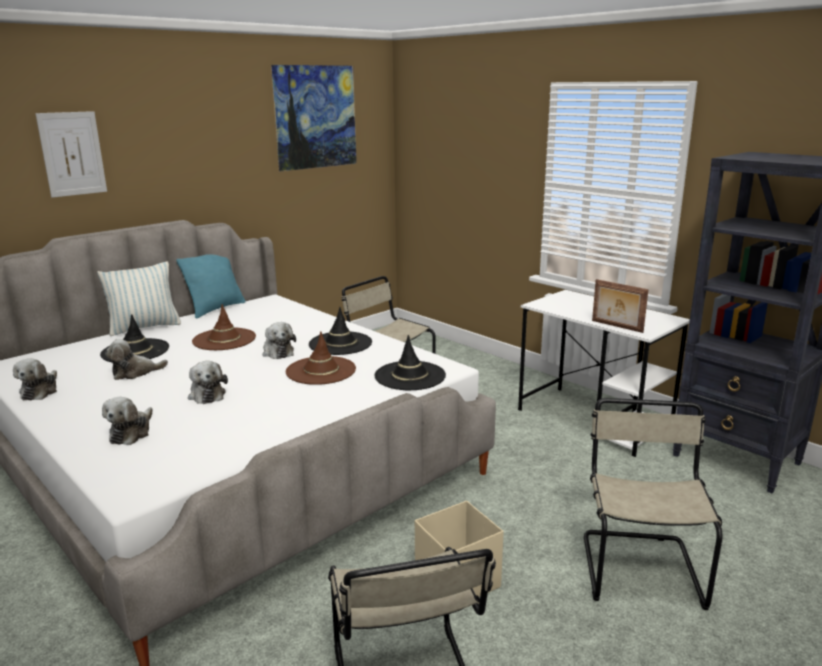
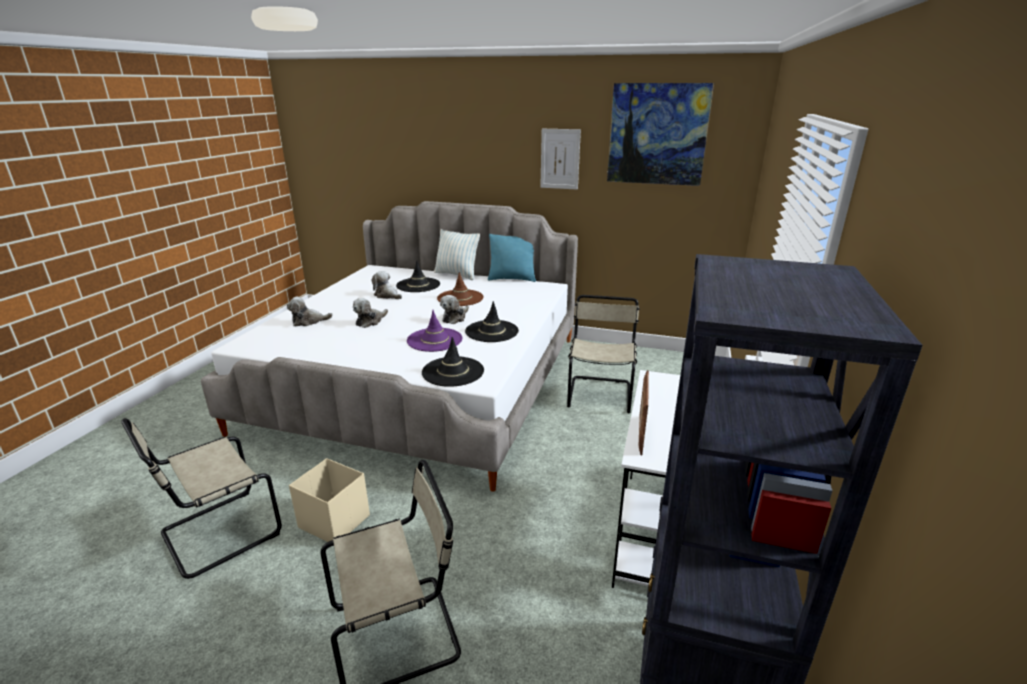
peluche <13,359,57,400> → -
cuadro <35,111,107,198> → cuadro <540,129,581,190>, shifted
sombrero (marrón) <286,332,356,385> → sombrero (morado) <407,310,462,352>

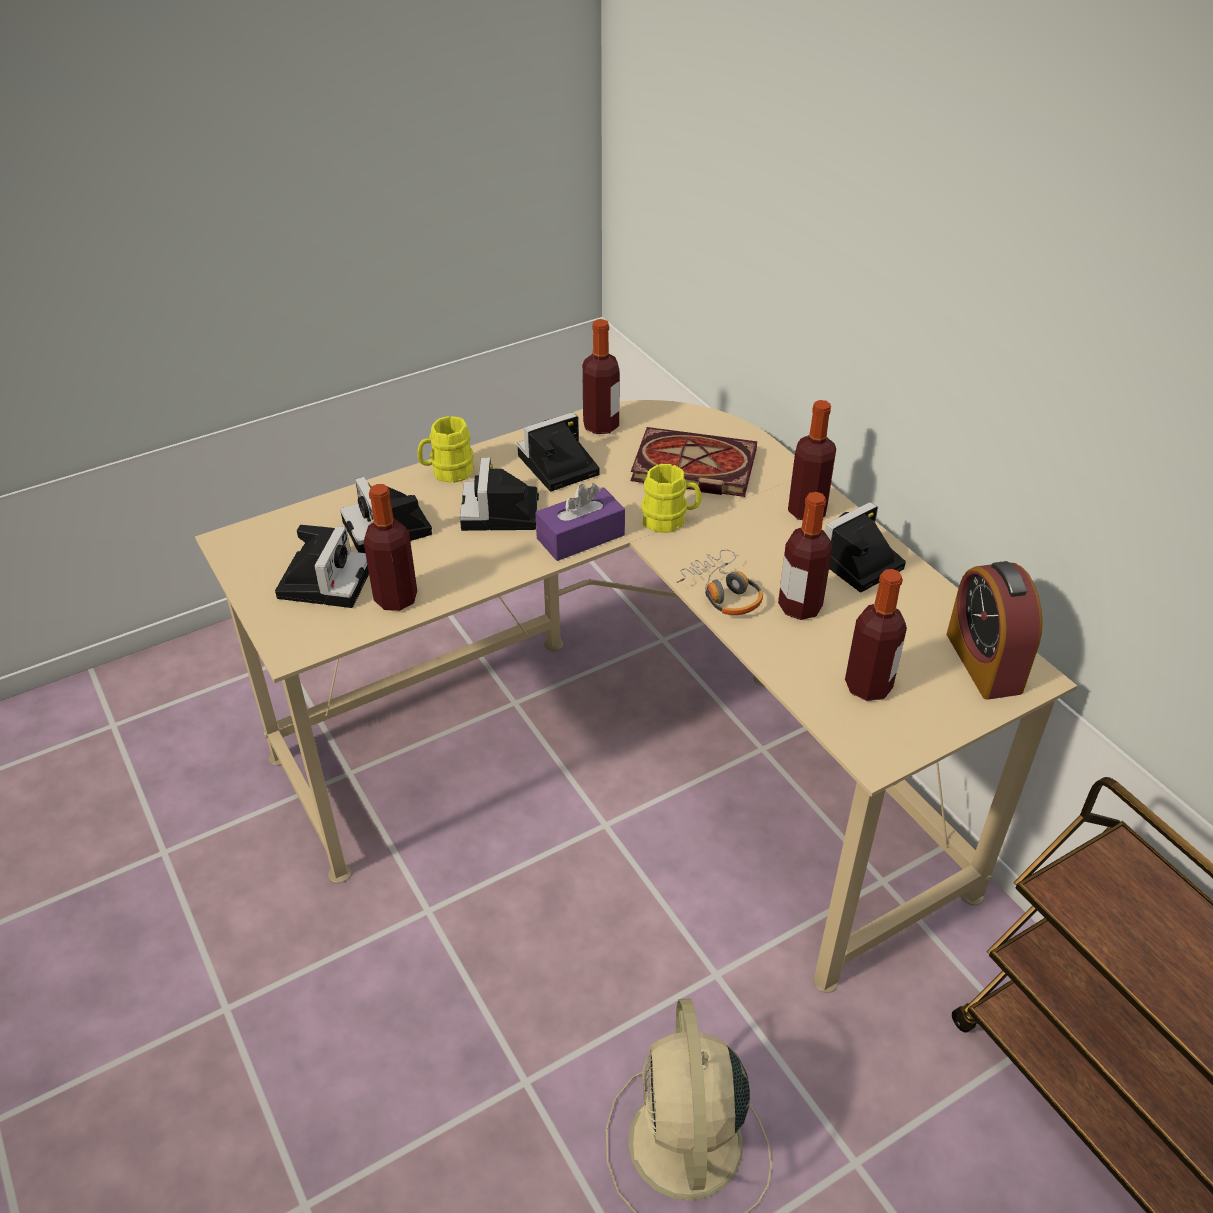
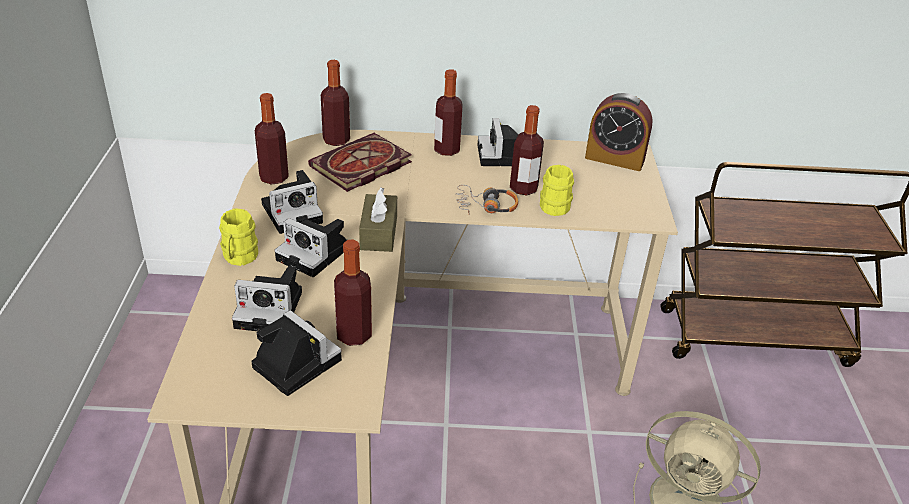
cámara <517,412,599,491> → cámara <261,170,323,234>, 120 degrees counterclockwise
caja de pañuelos (morado) <535,483,625,561> → caja de pañuelos (marrón) <359,188,397,252>
taza grande (amarillo) <641,464,701,533> → taza grande (amarillo) <540,165,574,216>, shifted
botella <845,569,907,701> → botella <321,60,350,146>, shifted

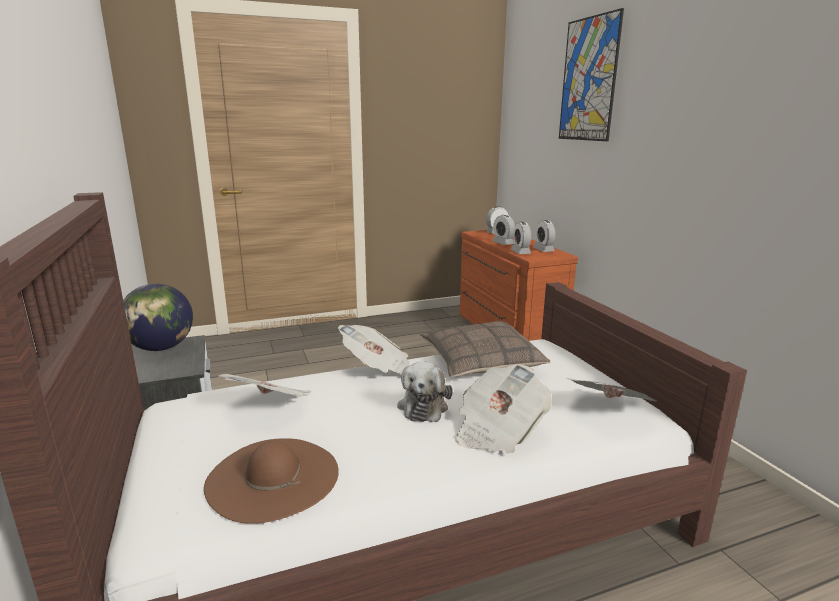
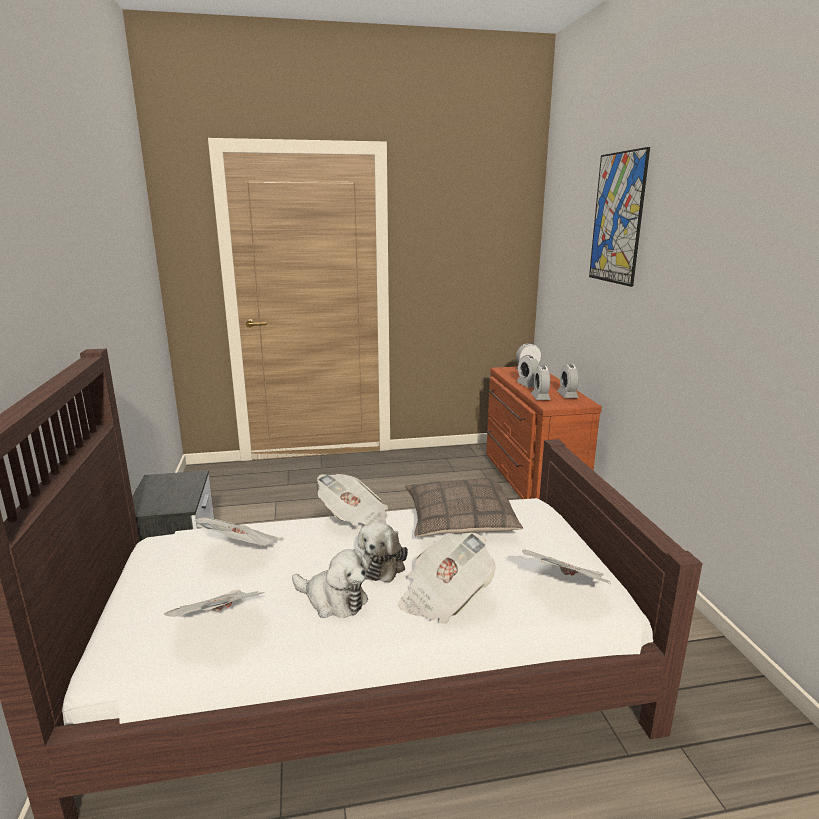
globo terráqueo <123,284,193,351> → -
sombrero (marrón) <204,438,339,524> → periódico <164,590,266,617>
- → peluche <292,549,369,618>

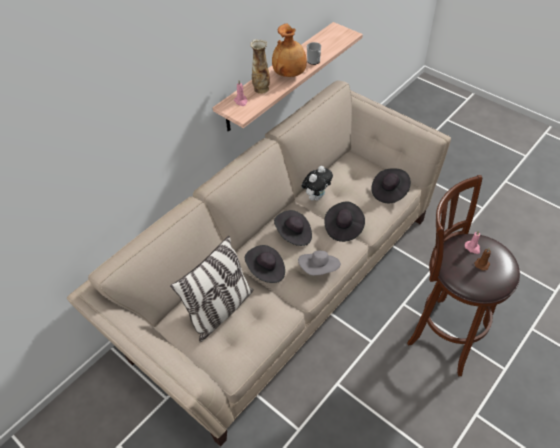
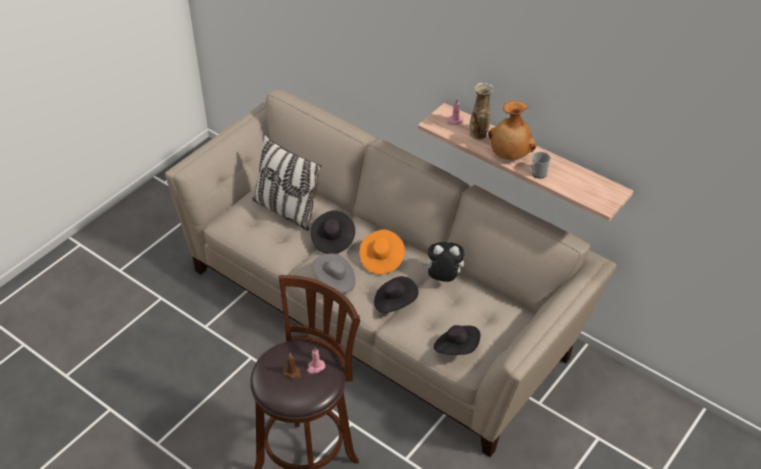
sombrero (negro) <274,210,312,246> → sombrero (naranja) <359,230,405,274>
peluche <302,166,333,201> → peluche <422,242,464,282>, 150 degrees clockwise

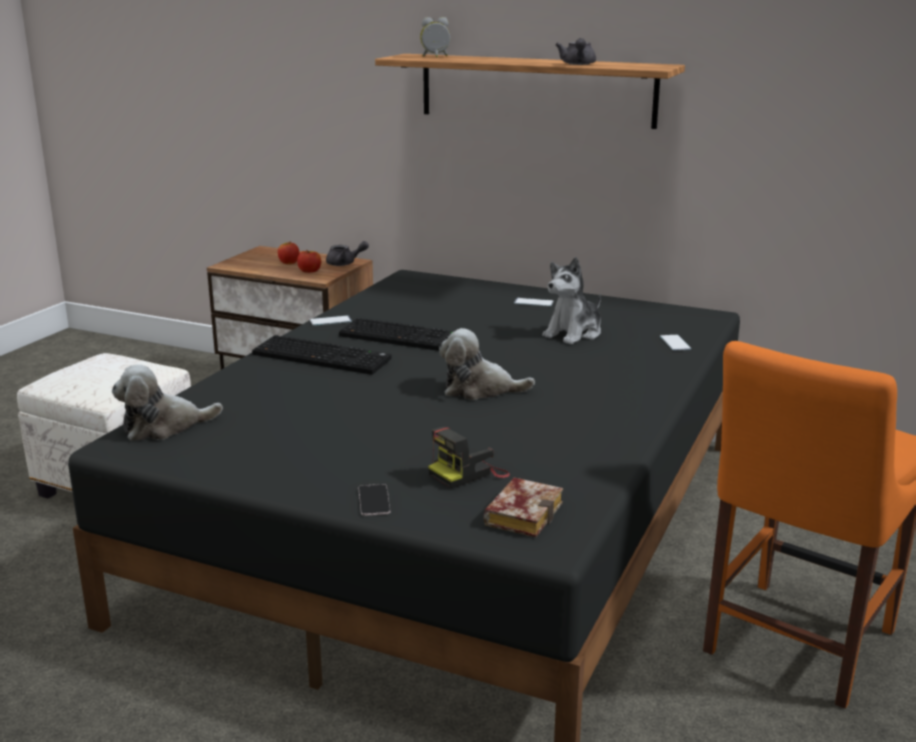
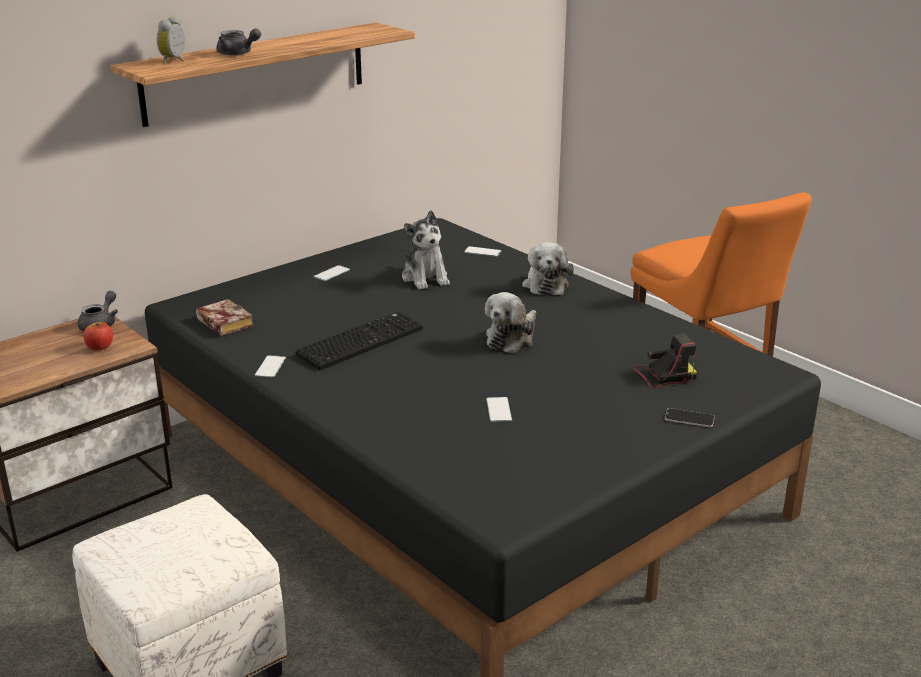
peluche <112,365,223,441> → peluche <522,242,574,296>, shifted
teclado <252,335,392,375> → -
manzana <278,241,300,264> → -
cámara <428,427,510,488> → cámara <633,333,697,388>, 90 degrees counterclockwise
libro <484,478,563,537> → libro <196,299,254,336>, shifted
tetera (gris) <555,38,596,65> → tetera (gris) <216,29,261,56>, shifted
- → móvil <486,397,512,422>

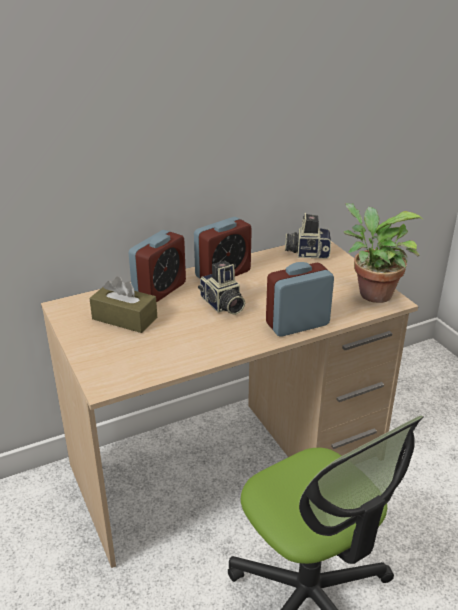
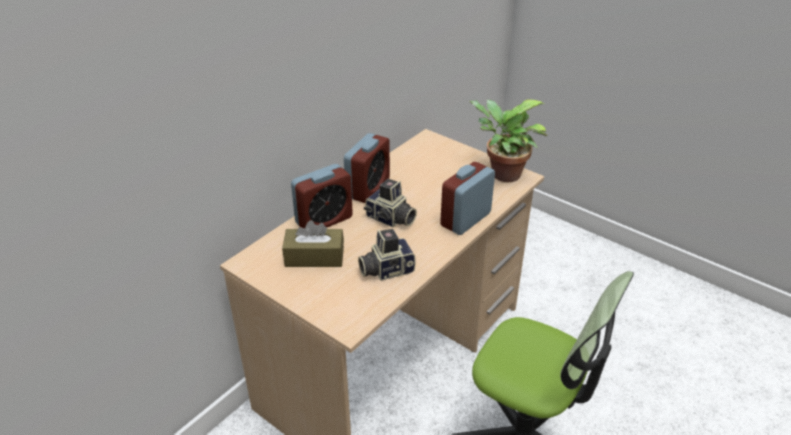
despertador <129,230,186,303> → despertador <291,164,353,228>, 45 degrees clockwise
cámara <285,213,331,259> → cámara <358,229,416,281>, shifted

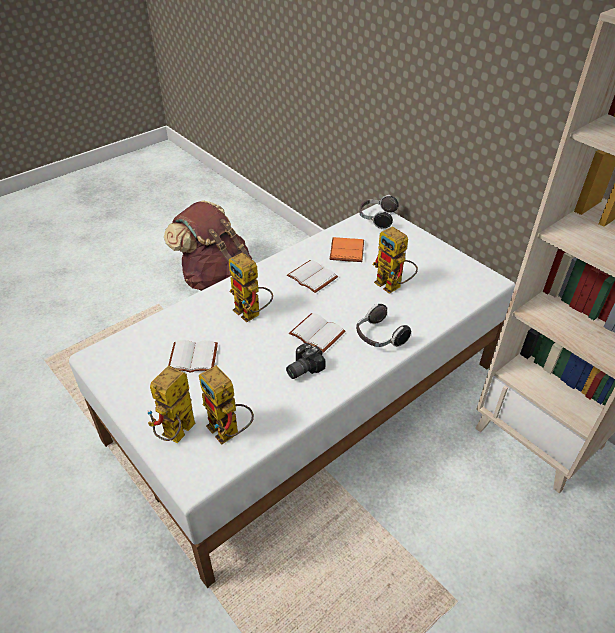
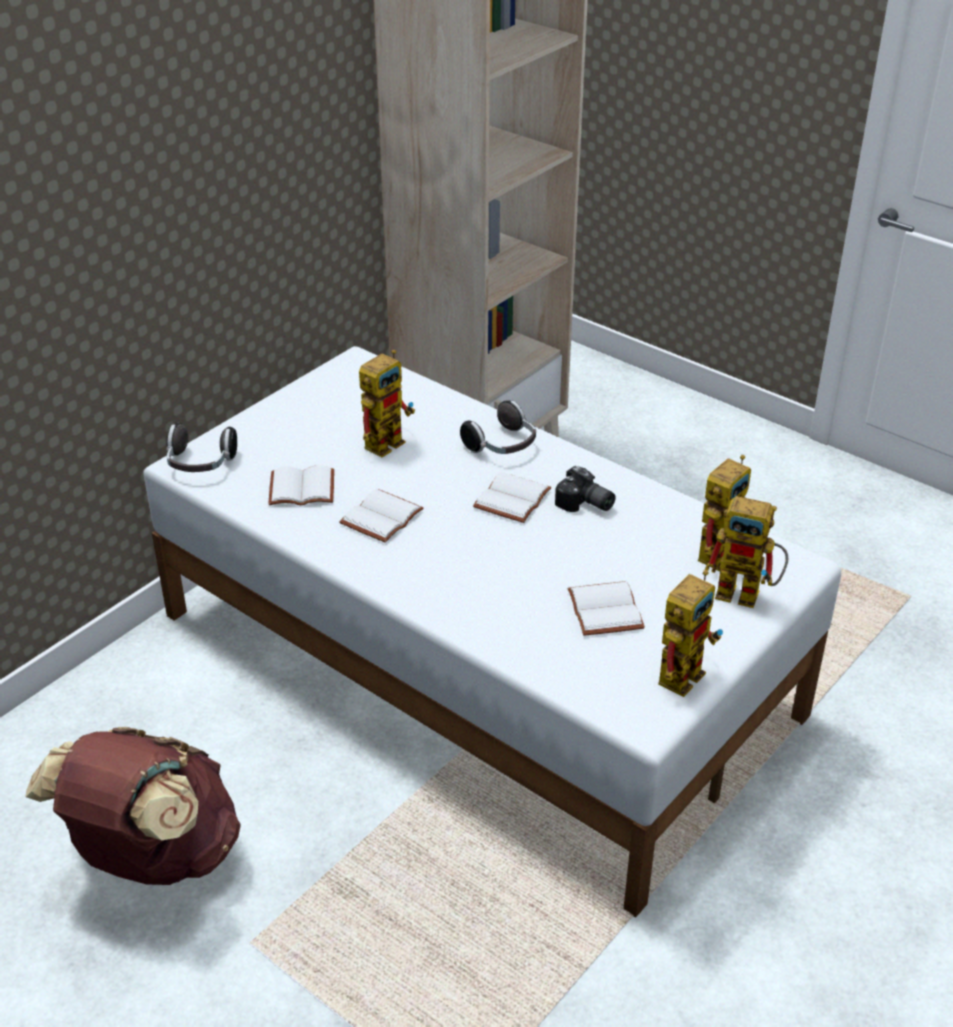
robot de juguete <229,252,273,322> → robot de juguete <658,570,723,697>, shifted
libro (naranja) <330,237,364,262> → libro (blanco) <269,465,334,505>

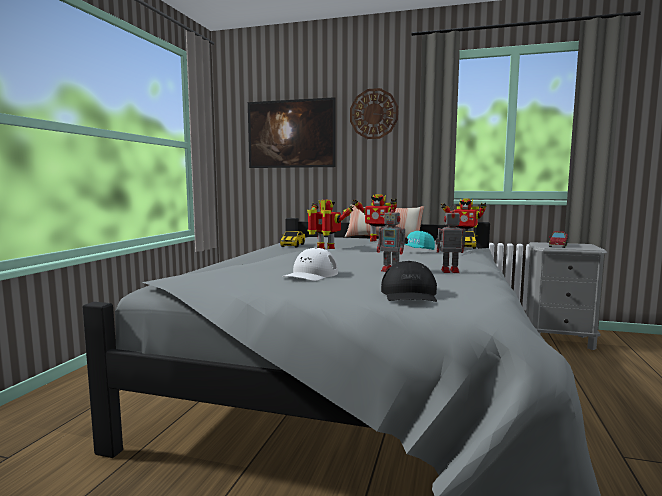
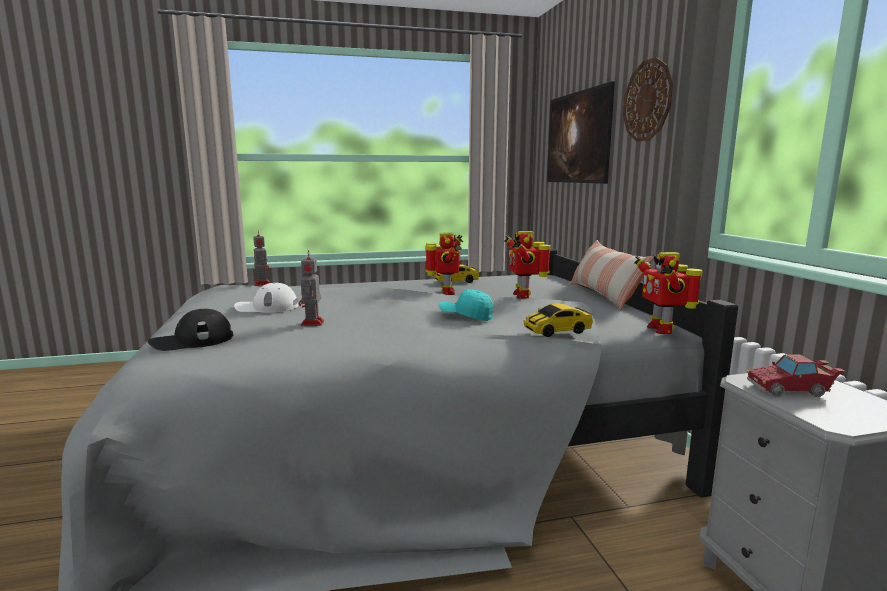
robot de juguete <436,205,466,273> → robot de juguete <253,231,270,285>, shifted

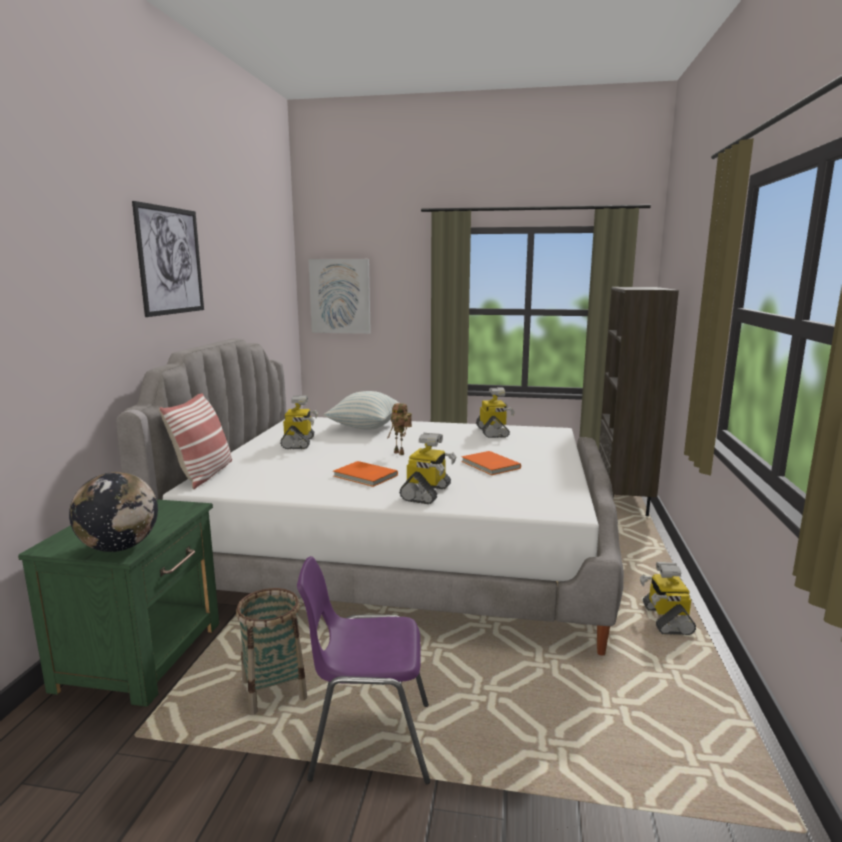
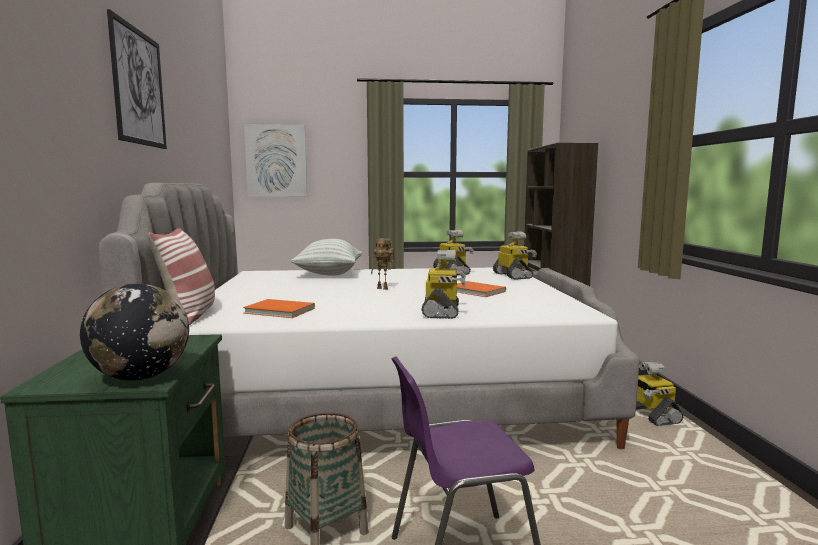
robot de juguete <280,395,318,449> → robot de juguete <493,231,537,279>, shifted
libro (naranja) <333,461,398,487> → libro (naranja) <243,299,315,318>, shifted

